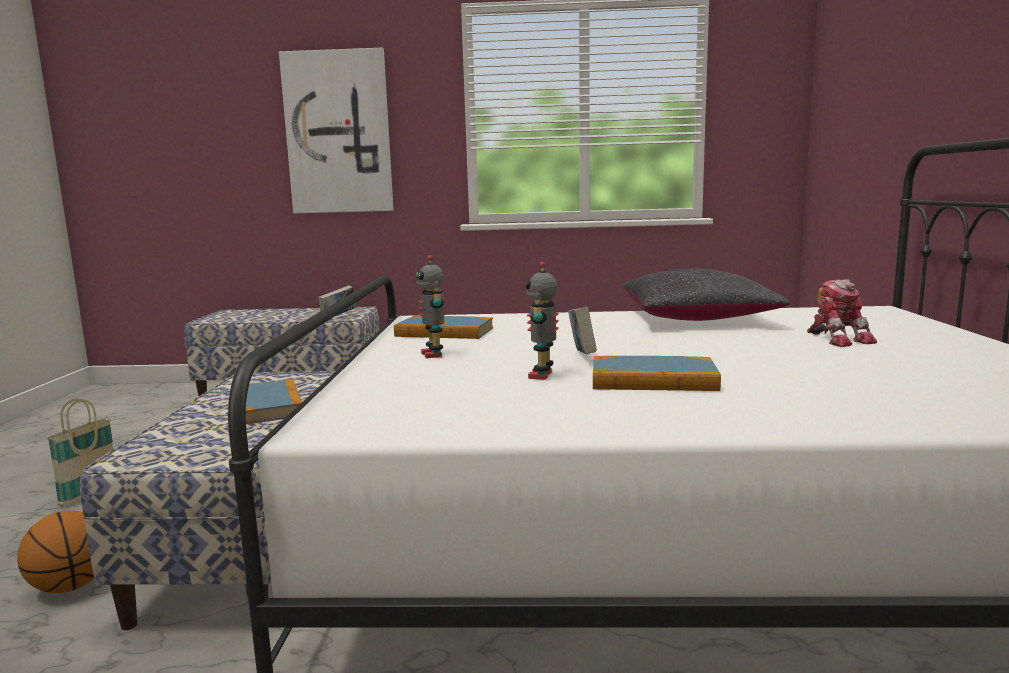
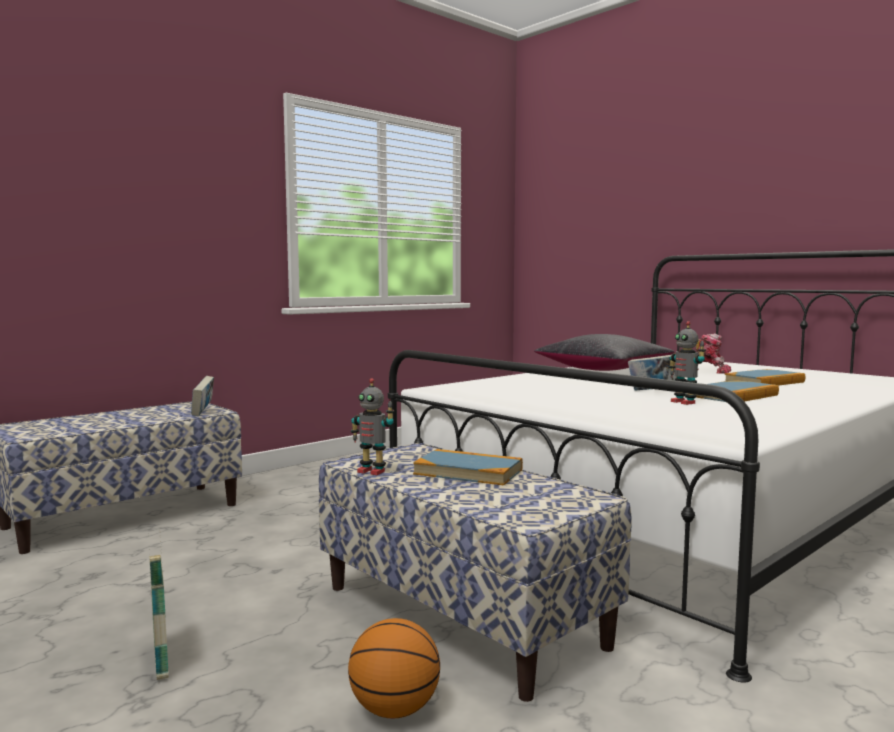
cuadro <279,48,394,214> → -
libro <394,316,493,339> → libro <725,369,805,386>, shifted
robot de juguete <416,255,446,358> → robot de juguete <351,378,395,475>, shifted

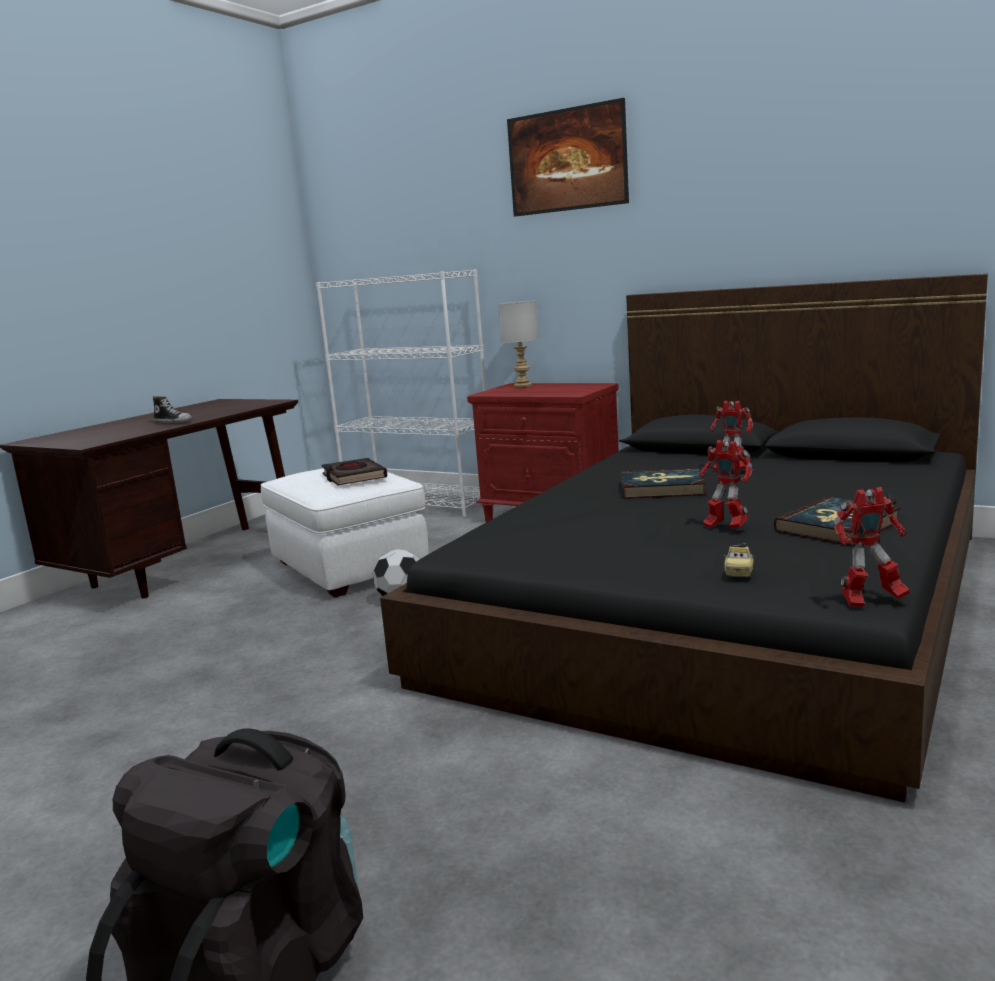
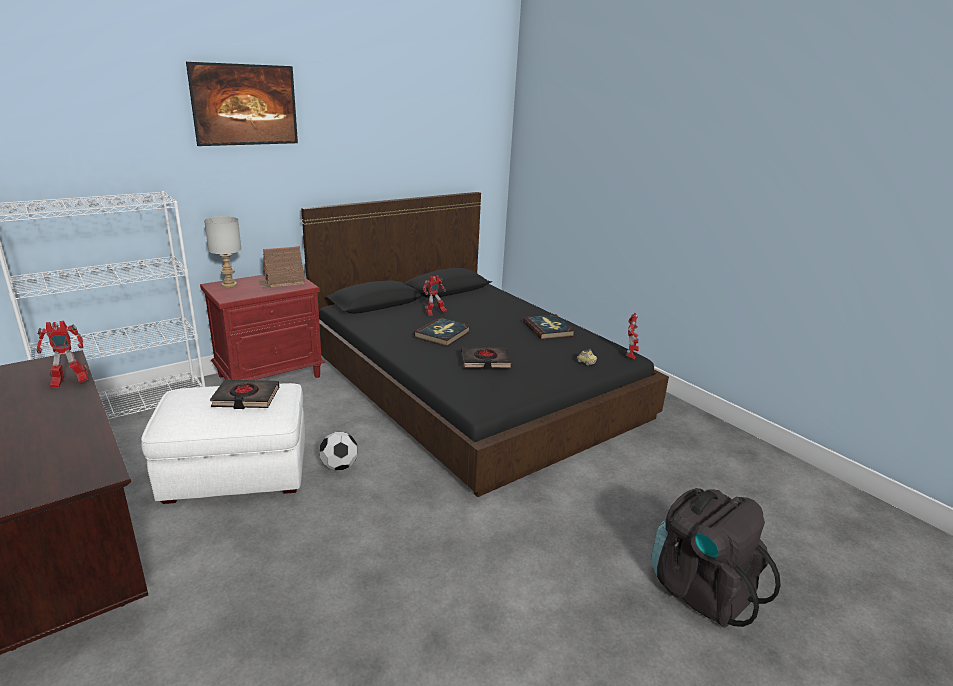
zapato <153,396,192,423> → -
robot de juguete <699,440,752,529> → robot de juguete <37,321,88,387>, shifted
- → casita <258,246,305,289>
- → libro (negro) <461,347,512,370>

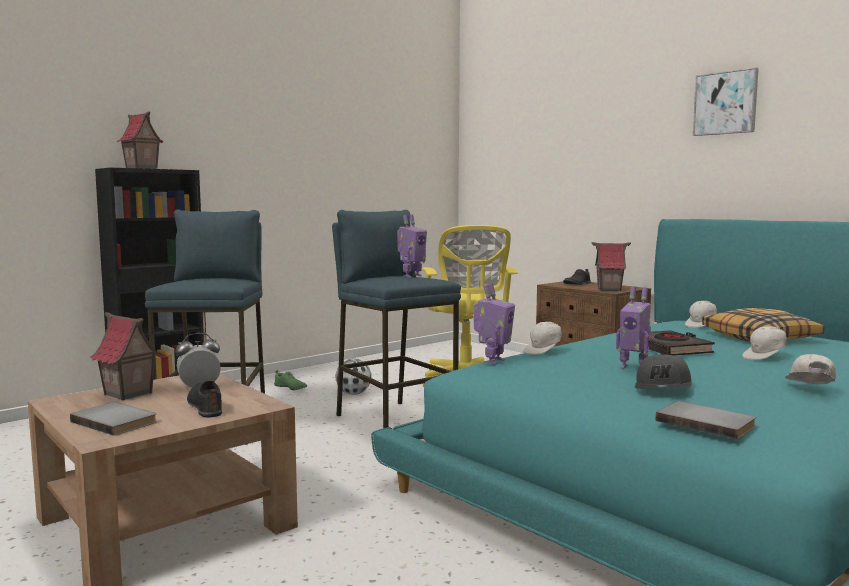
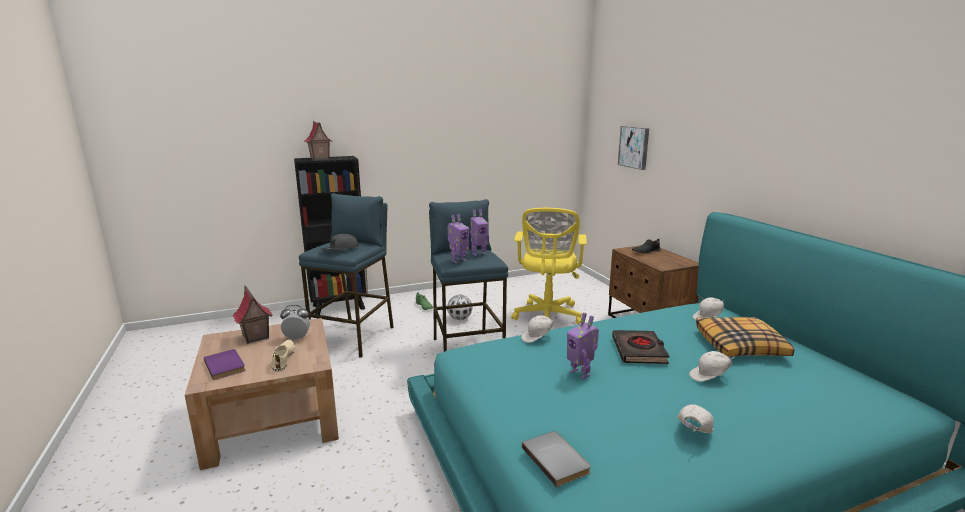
libro (gris) <70,402,157,436> → libro (morado) <204,349,245,380>
zapato (negro) <187,381,222,418> → zapato (beis) <272,340,295,372>
robot de juguete <473,284,515,364> → robot de juguete <447,214,469,263>, shifted
casita <591,242,631,291> → -
gorra (gris) <635,353,692,389> → gorra (gris) <321,233,359,251>, shifted
cuadro <693,67,759,136> → cuadro <618,126,649,170>, shifted

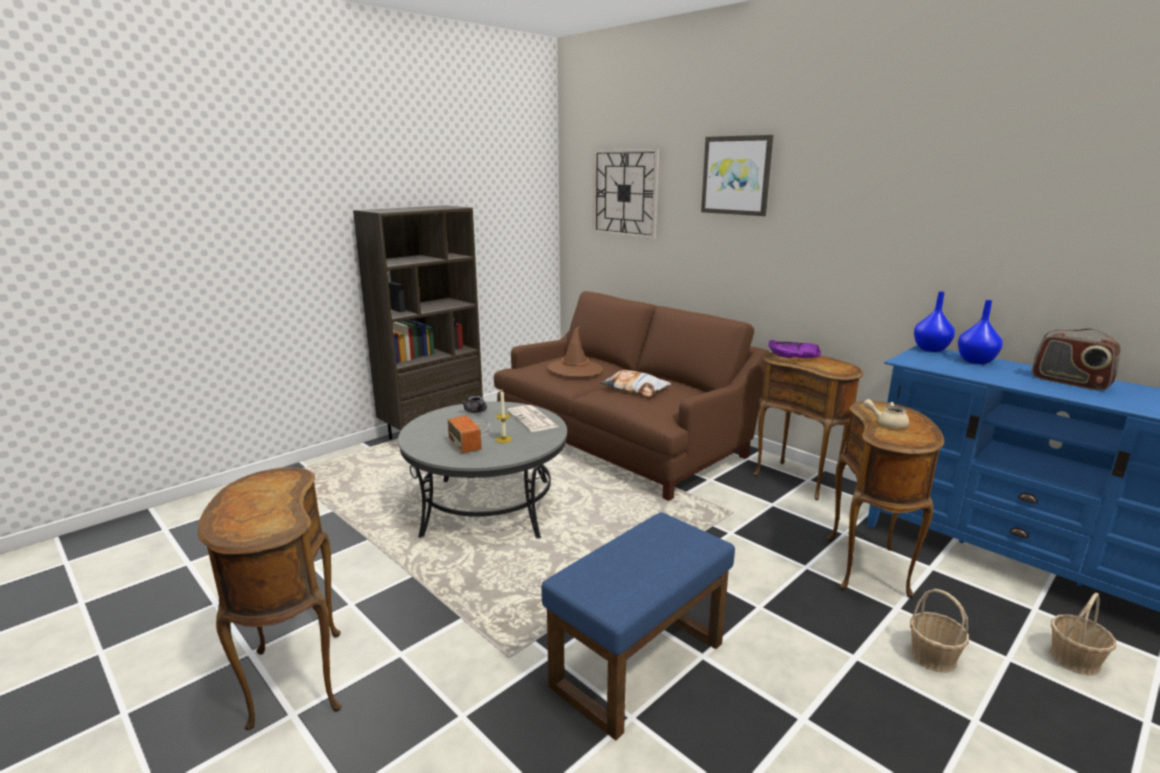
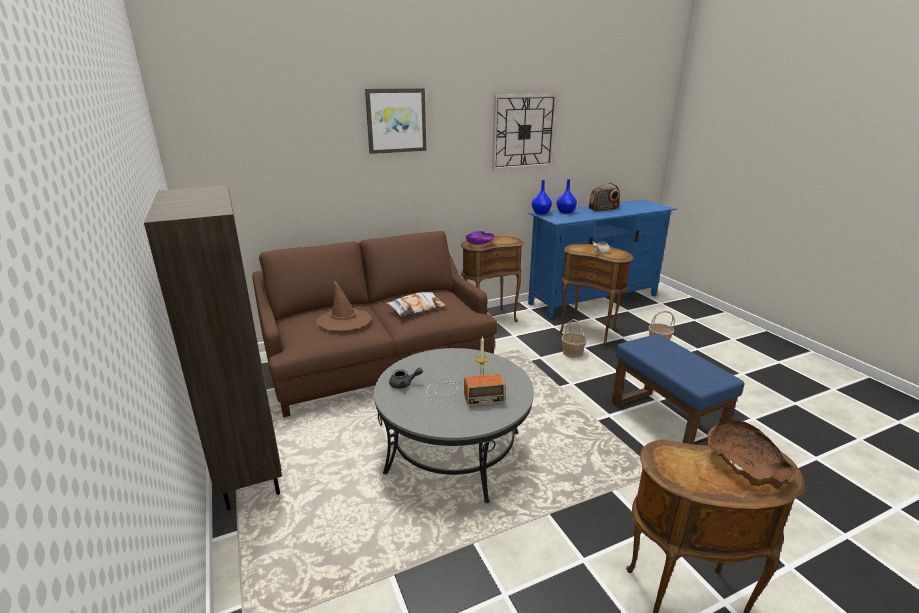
periódico <507,405,559,432> → -
reloj de pared <593,148,659,239> → reloj de pared <492,94,557,170>, shifted
cesta <1049,593,1116,675> → cesta <562,319,587,358>, shifted
- → cuenco (marrón) <707,420,798,489>

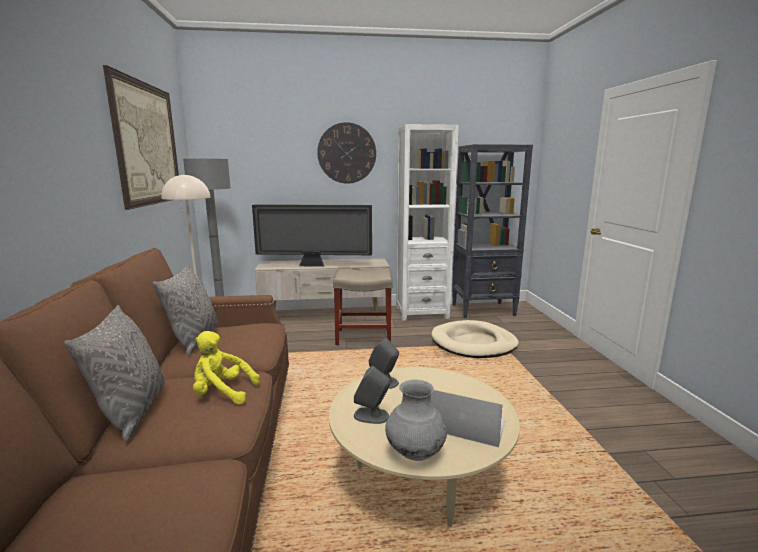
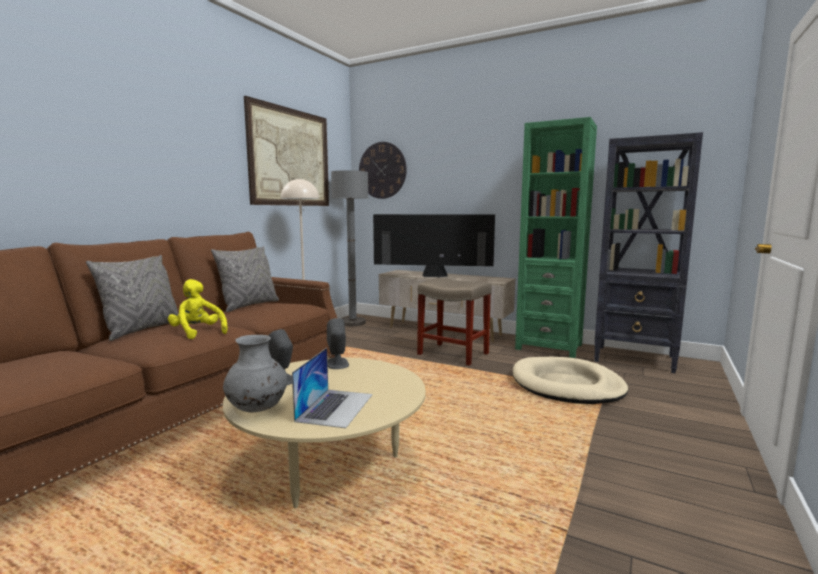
televisor <252,204,372,267> → televisor <373,214,495,277>, 150 degrees clockwise
reloj de pared <317,122,376,184> → reloj de pared <359,142,407,199>, shifted
estantería (blanco) <396,124,459,321> → estantería (verde) <515,117,597,358>
portátil <431,390,506,447> → portátil <292,348,372,428>, 45 degrees clockwise

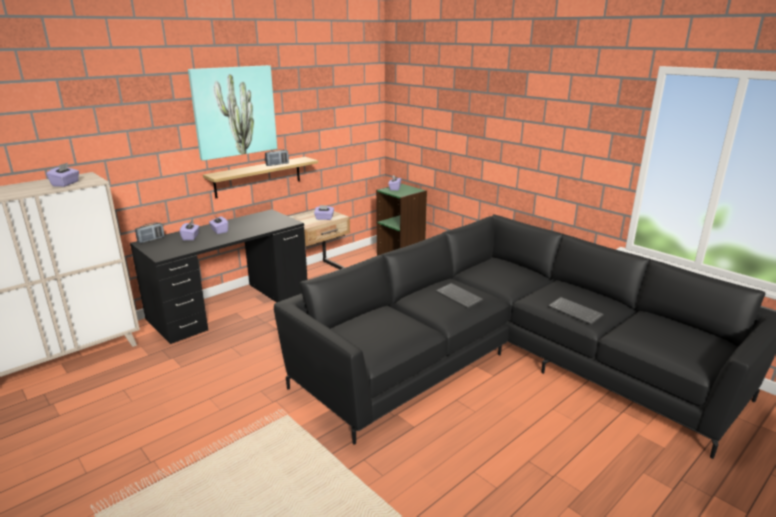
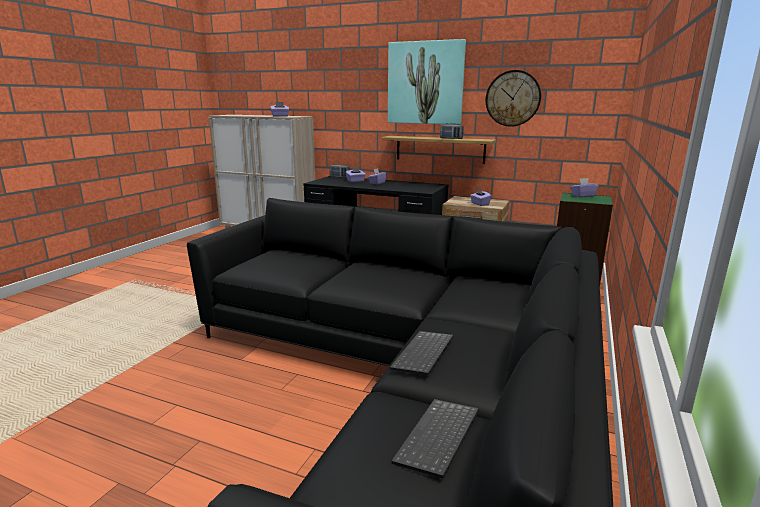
teclado <436,283,483,309> → teclado <391,399,479,479>, shifted
- → reloj de pared <486,70,541,127>

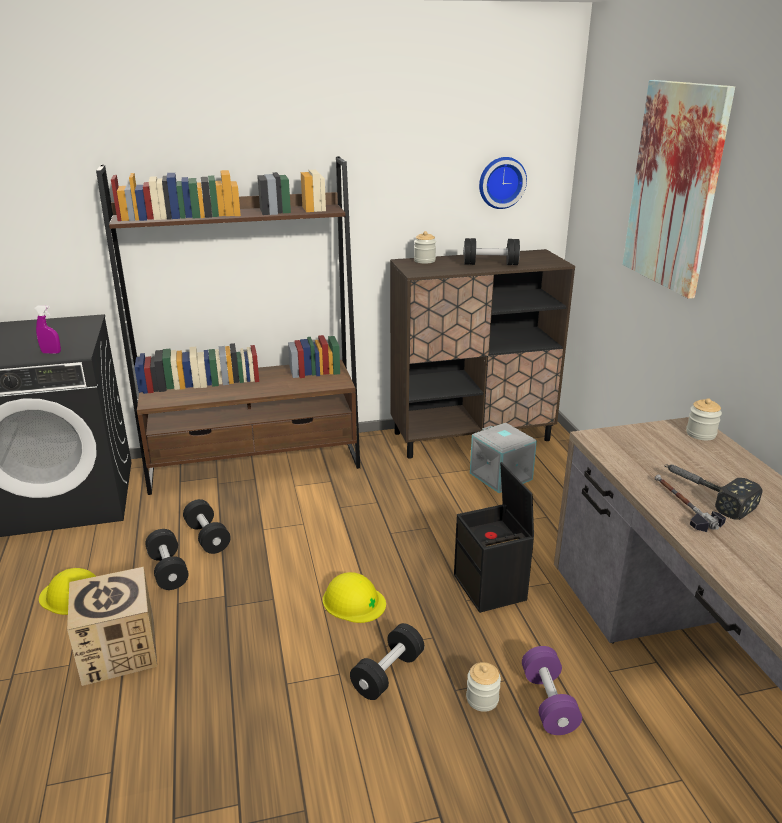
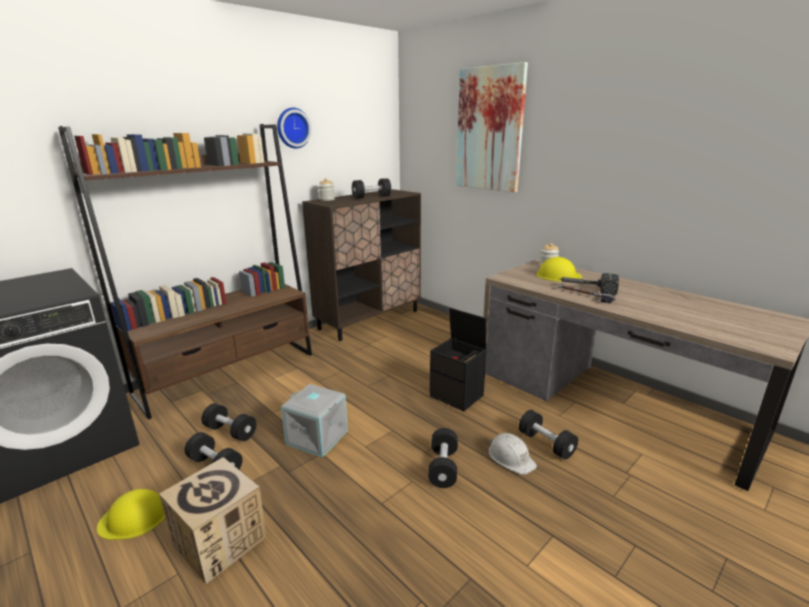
pulverizador (morado) <34,305,61,354> → -
casco (amarillo) <323,572,386,623> → casco (amarillo) <536,257,582,282>, shifted
tarro <466,662,501,712> → casco (blanco) <488,433,537,475>
caja de almacenaje (gris) <470,423,537,493> → caja de almacenaje (gris) <281,384,348,458>, shifted
reloj de pared <479,157,527,209> → reloj de pared <277,108,311,148>, shifted
mancuerna (morado) <522,646,582,735> → mancuerna (negro) <519,410,578,460>

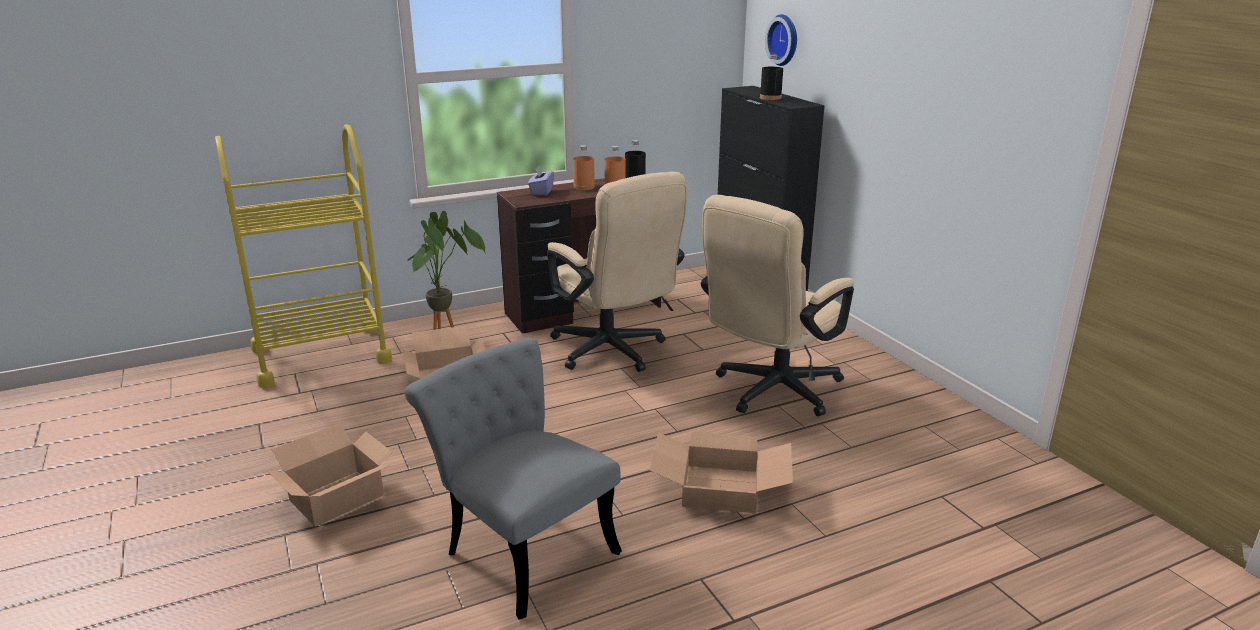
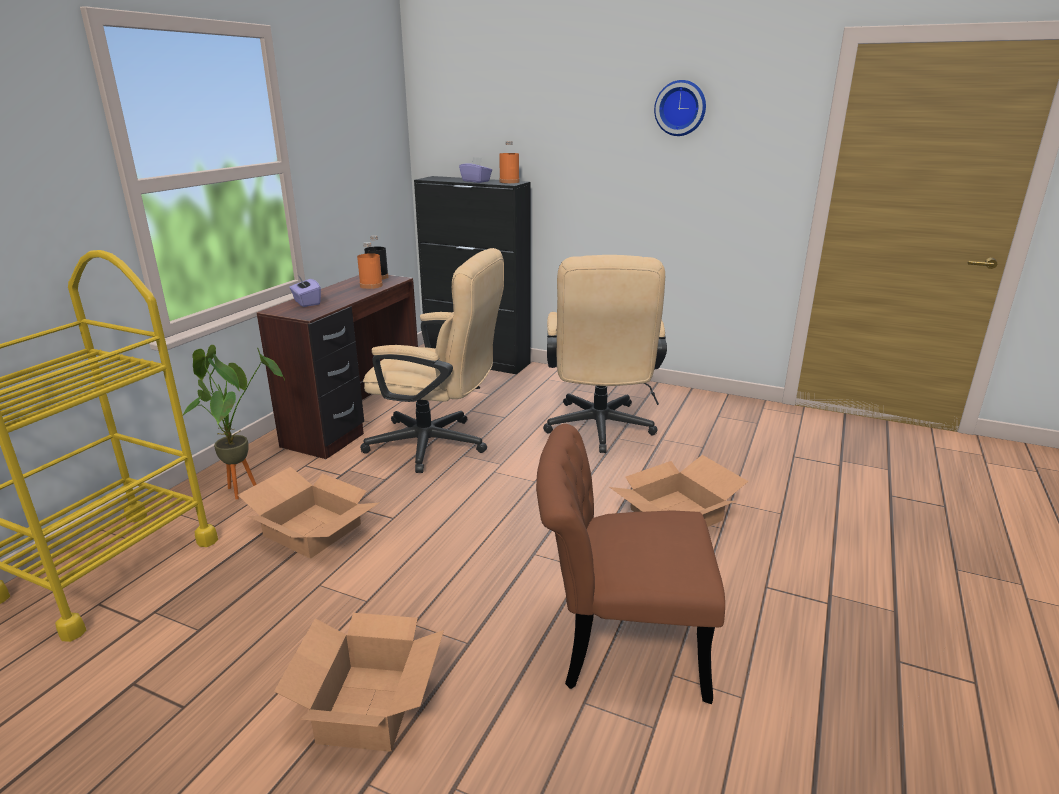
silla (gris) <404,338,622,619> → silla (marrón) <536,424,725,704>
botella (naranja) <573,145,595,190> → botella (naranja) <499,141,520,184>, shifted
botella (negro) <760,55,783,100> → caja de pañuelos (morado) <459,157,492,183>
reloj de pared <765,14,797,66> → reloj de pared <654,80,706,136>, shifted

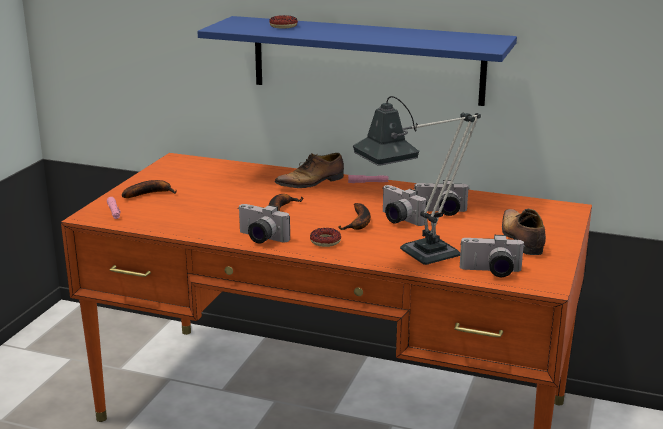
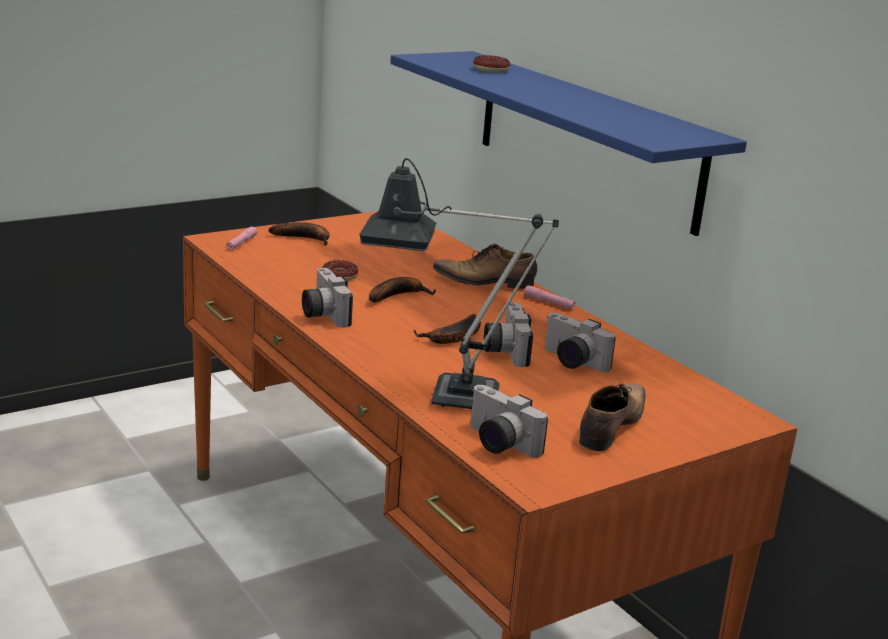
rosquilla <310,228,341,247> → rosquilla <322,260,358,281>, shifted

